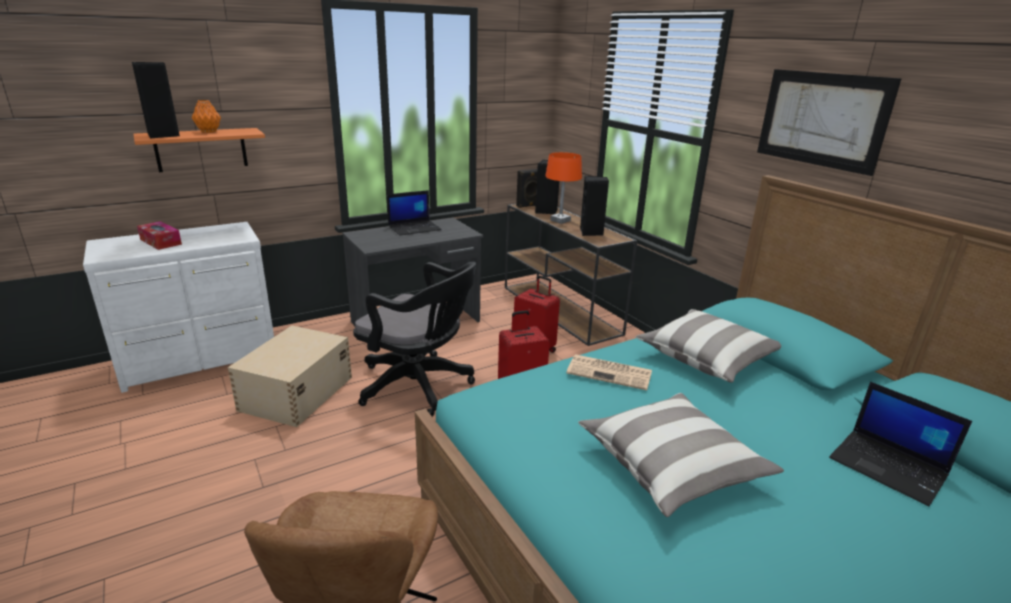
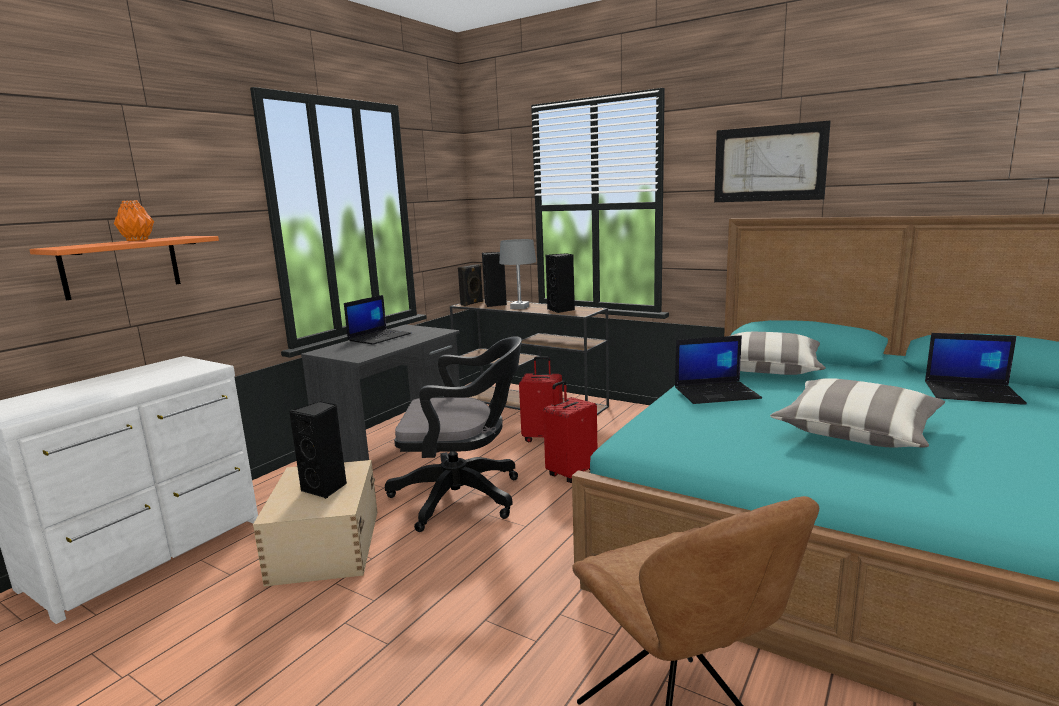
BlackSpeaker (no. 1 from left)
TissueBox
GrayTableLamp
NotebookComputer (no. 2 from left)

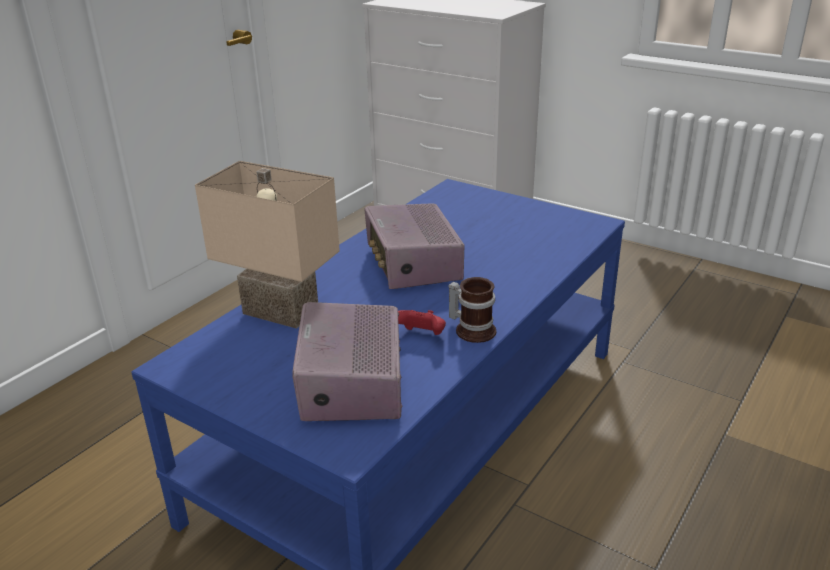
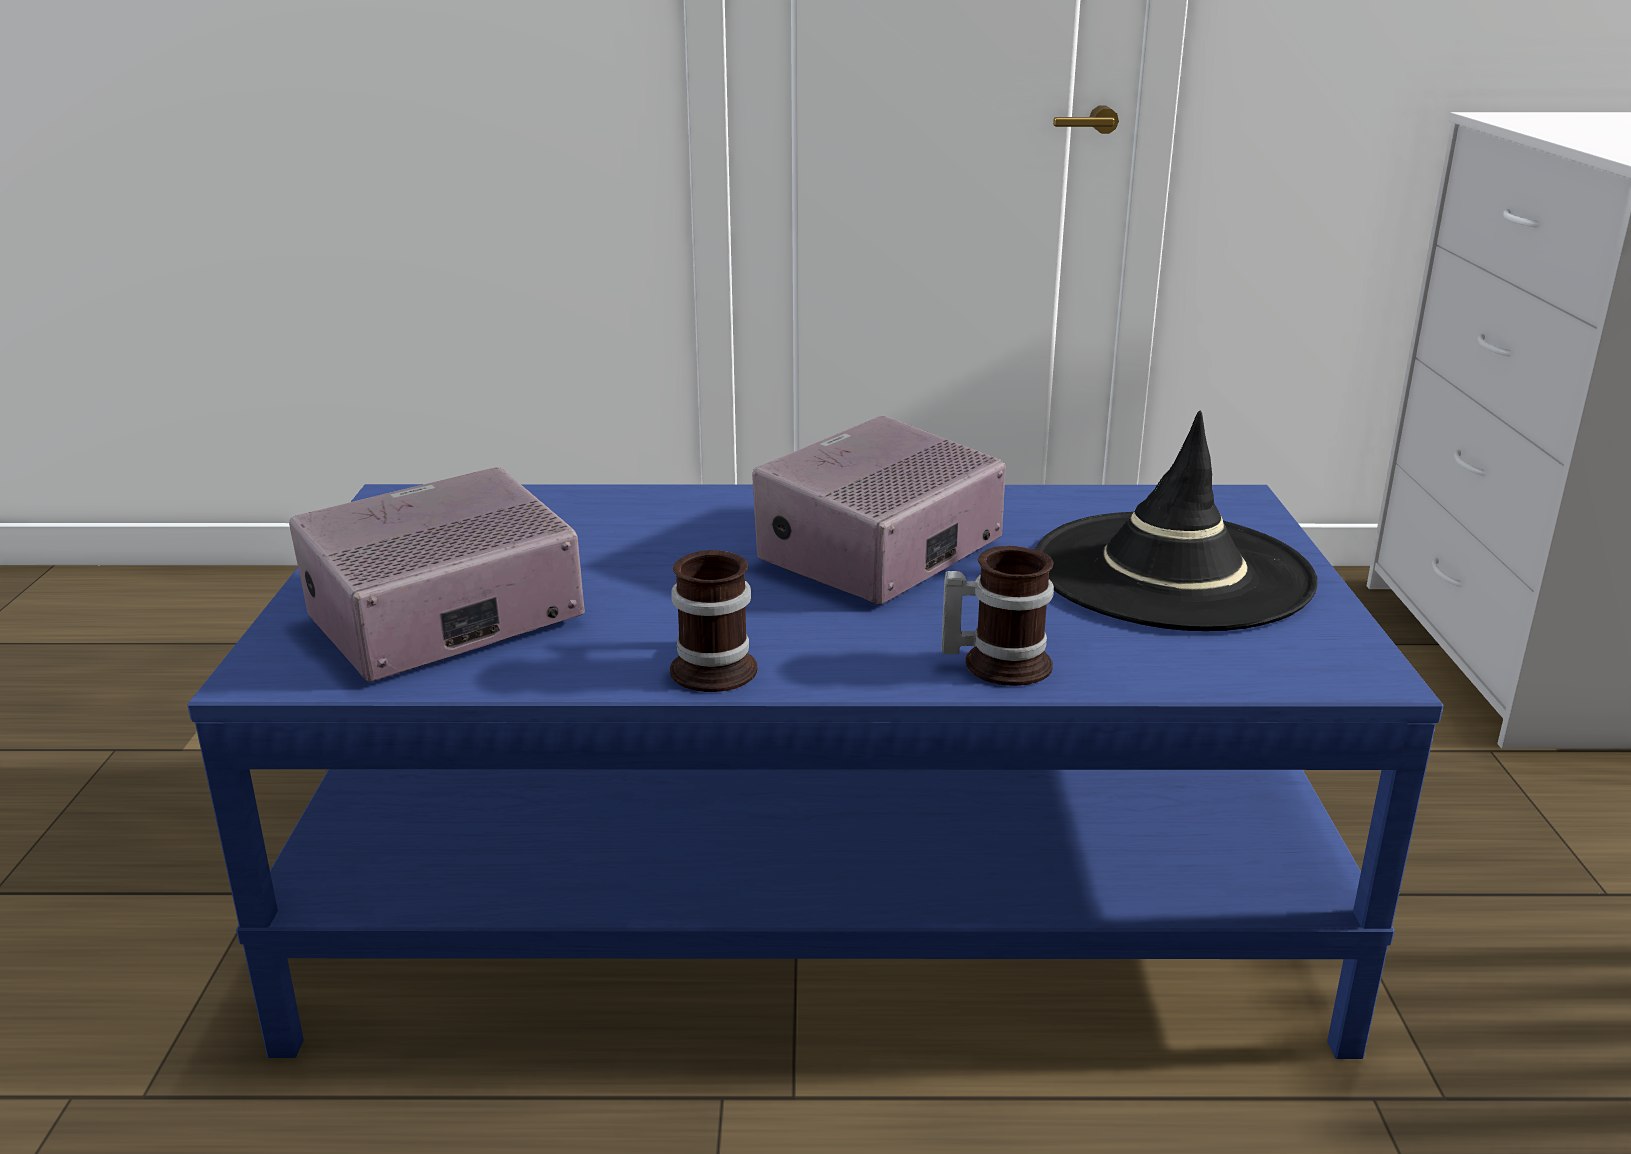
BeigeColouredTableLamp
ReddishGameController
Mug (no. 2 from left)
BlackWearableHat

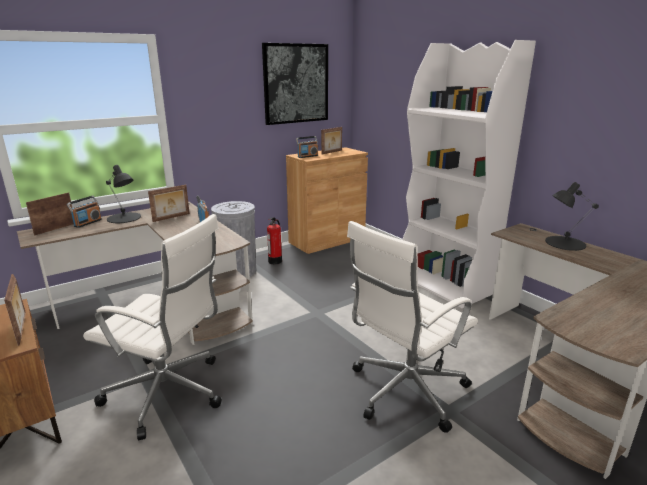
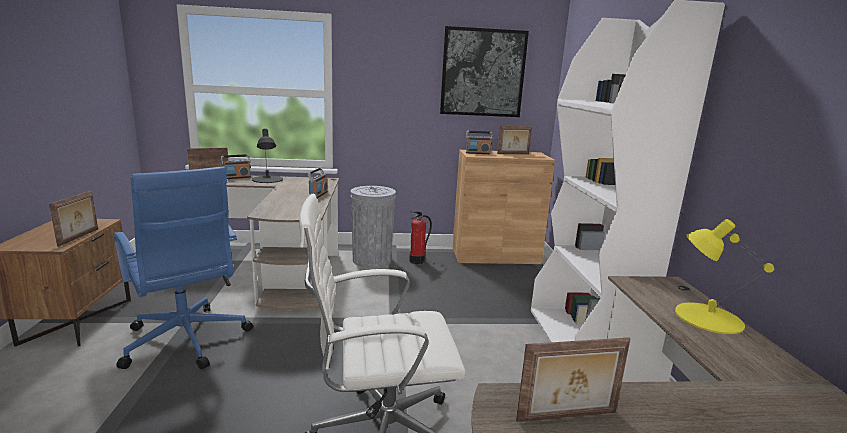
BluishOfficeChair
StandingFrame (no. 4 from left)
YellowColouredTableLamp

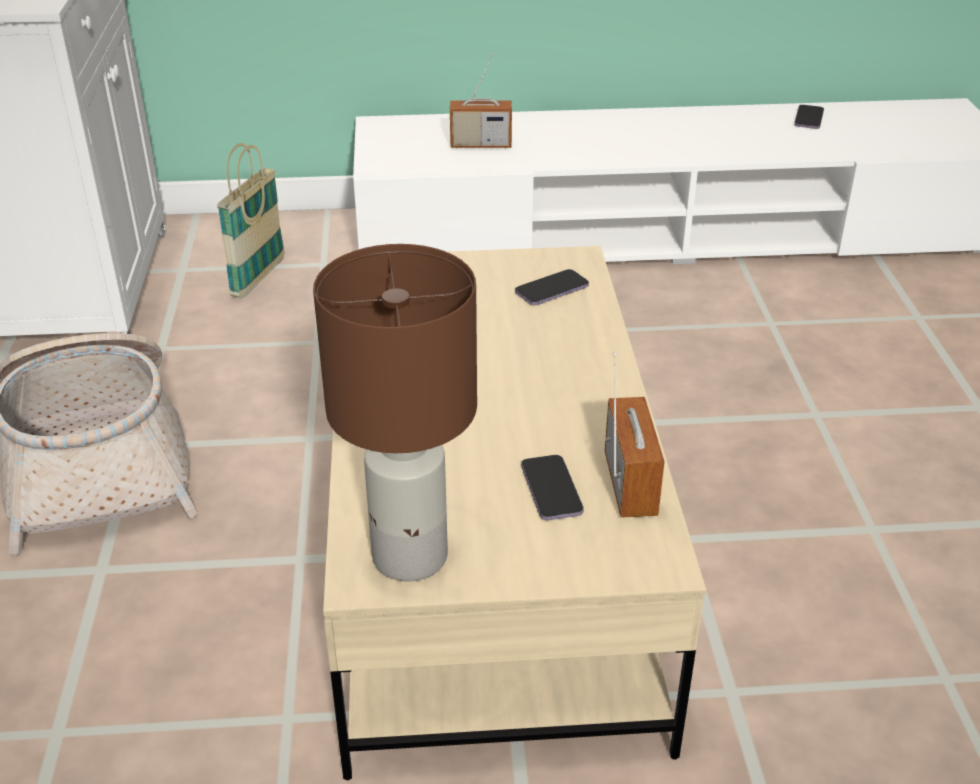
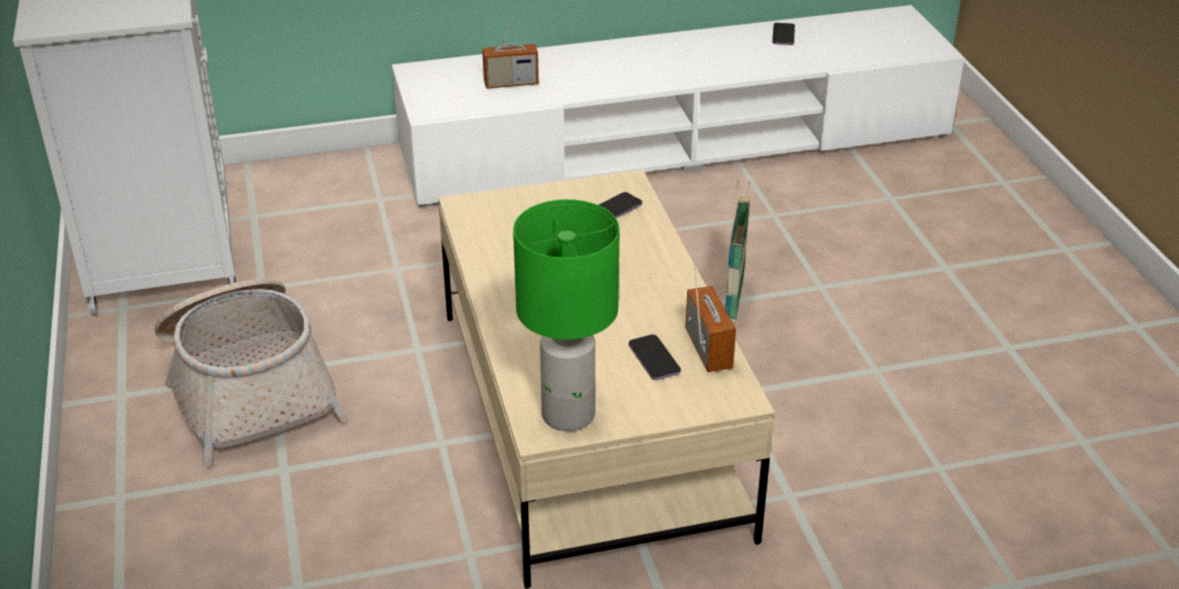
StorageBasket (no. 2 from left)
GreenColouredTableLamp

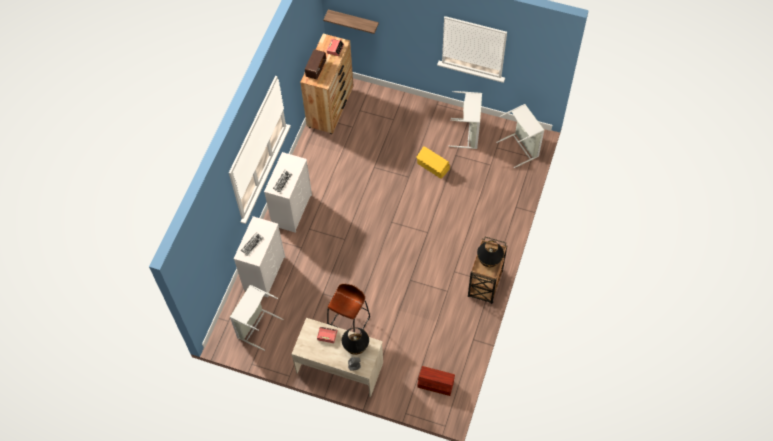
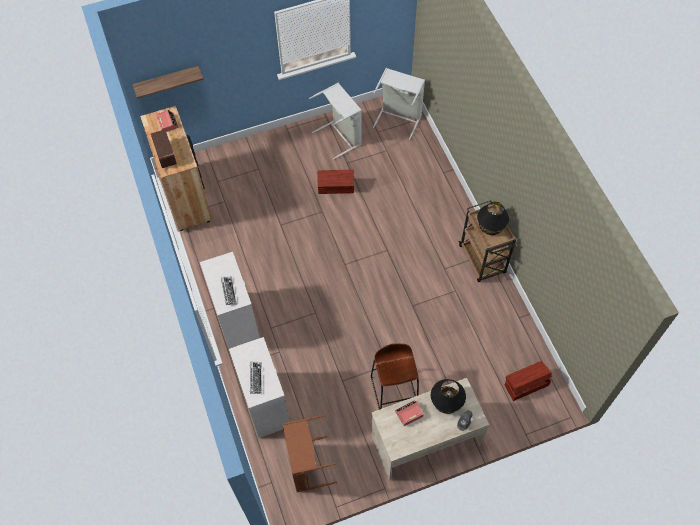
BrownishWashingBasket
BrownishStorageBox (no. 1 from left)

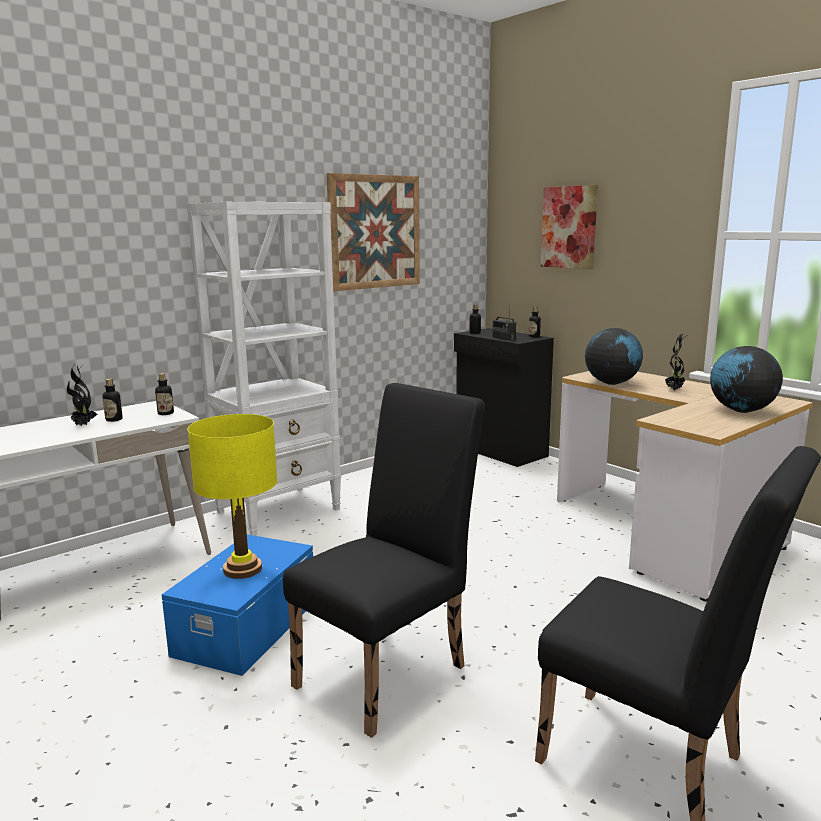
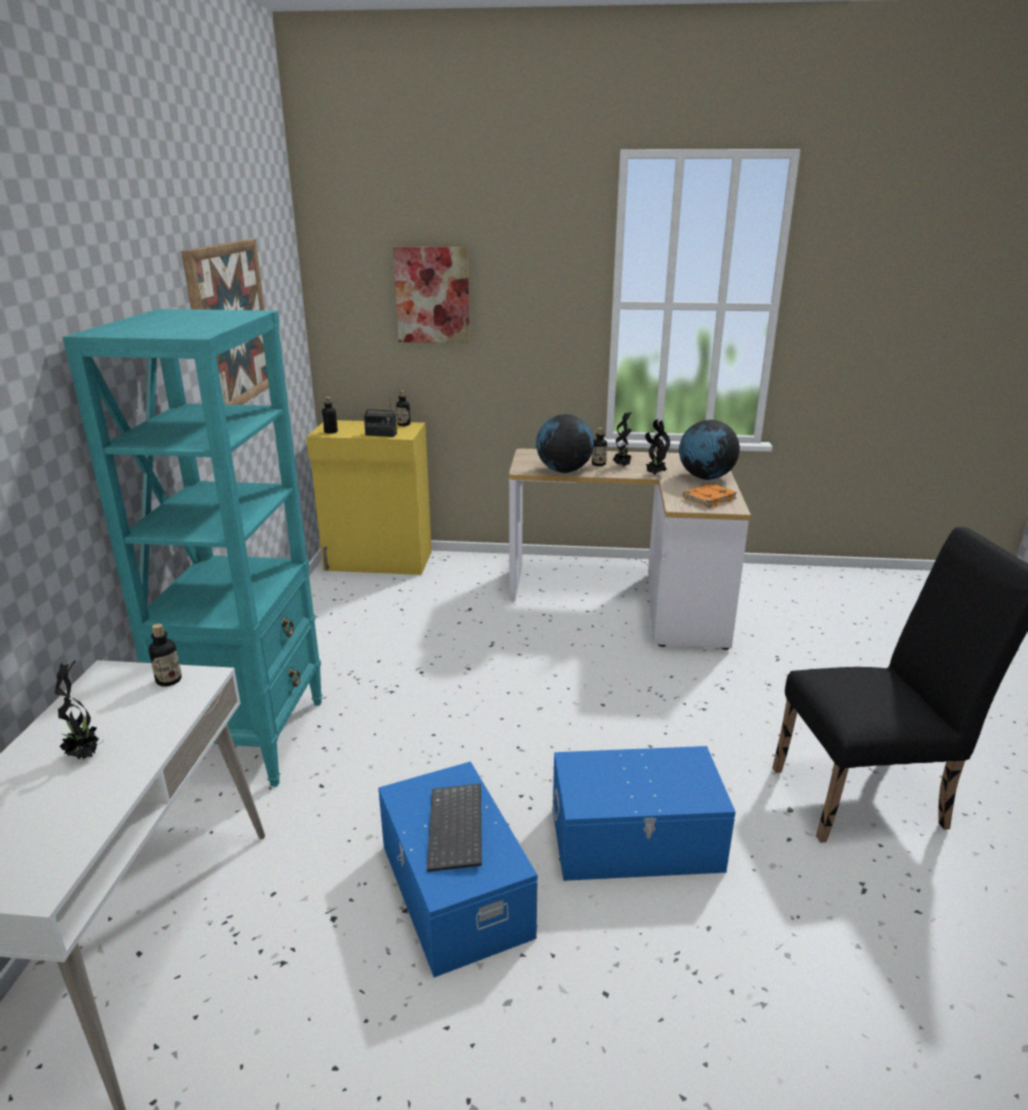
DrinkBottle (no. 4 from left)
BlueGreenBookcase
Keyboard
BluishStorageBox (no. 2 from left)
YellowColouredStorageCabinet
PlantInAPot (no. 3 from left)
OrangeyVolume

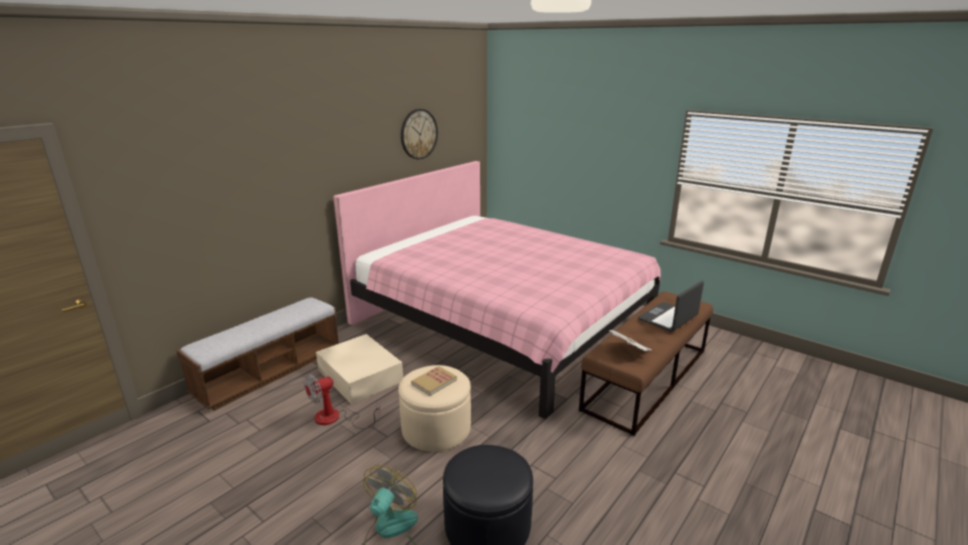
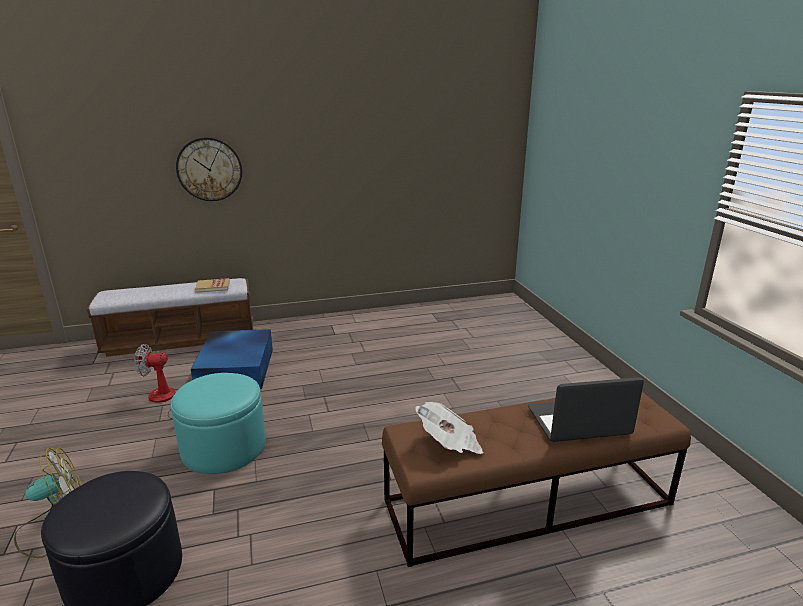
BluishStorageBox
PinkColouredSleepingBed
BlueGreenFootrest
WallClock
Volume

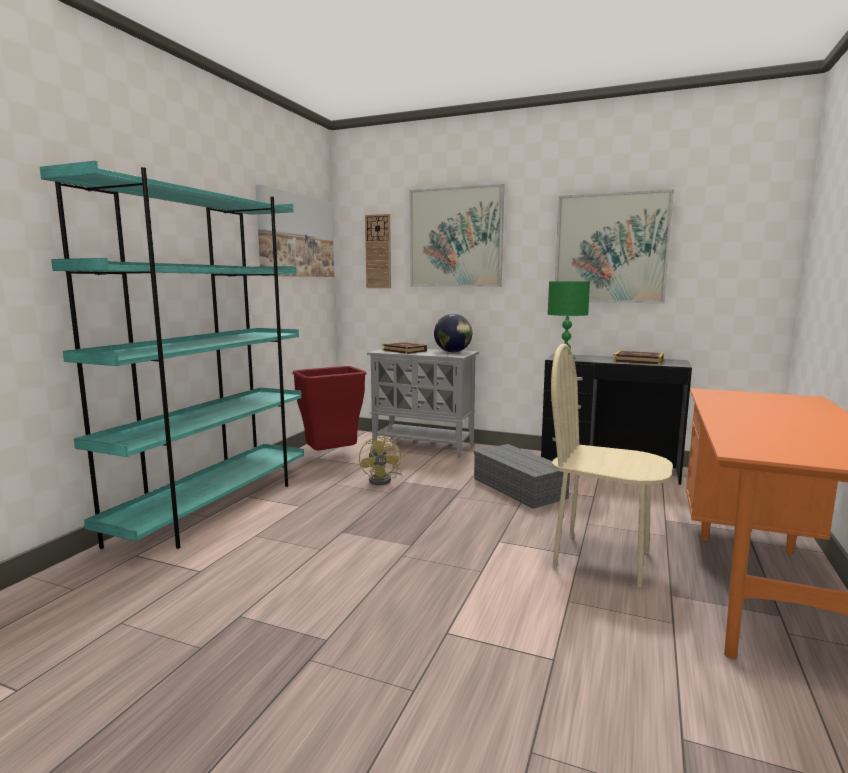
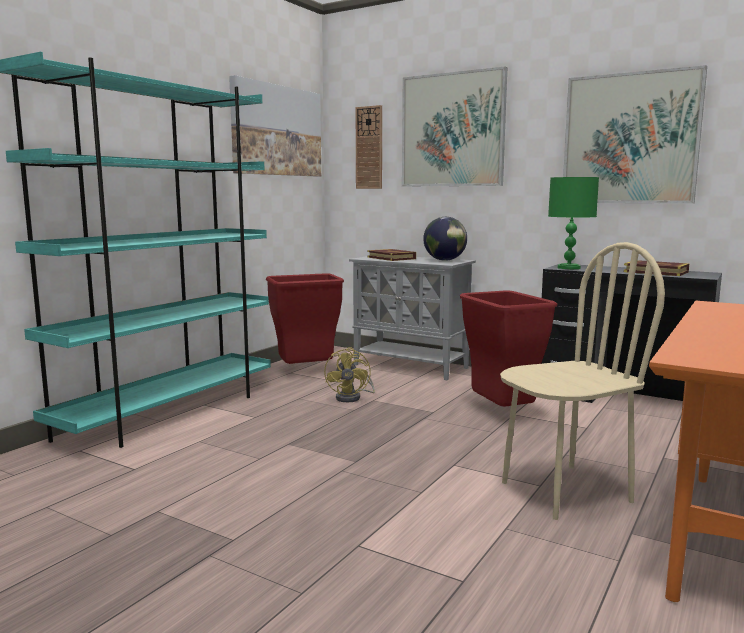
ReddishTrashCan (no. 2 from left)
BeigeColouredUprightChair

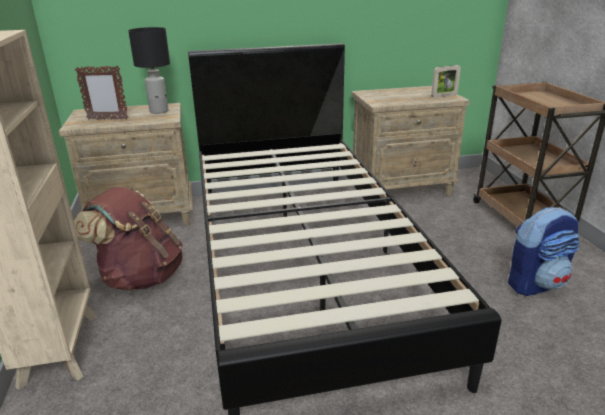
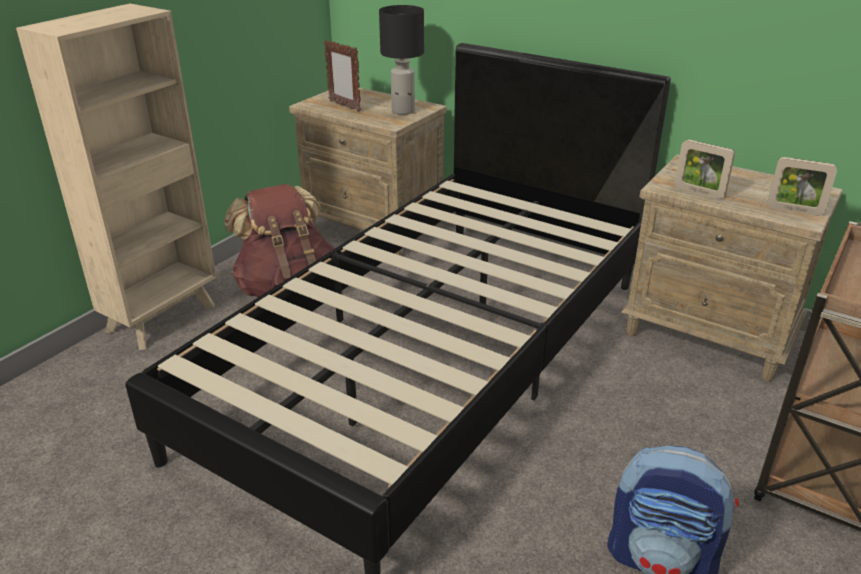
StandingFrame (no. 2 from left)

